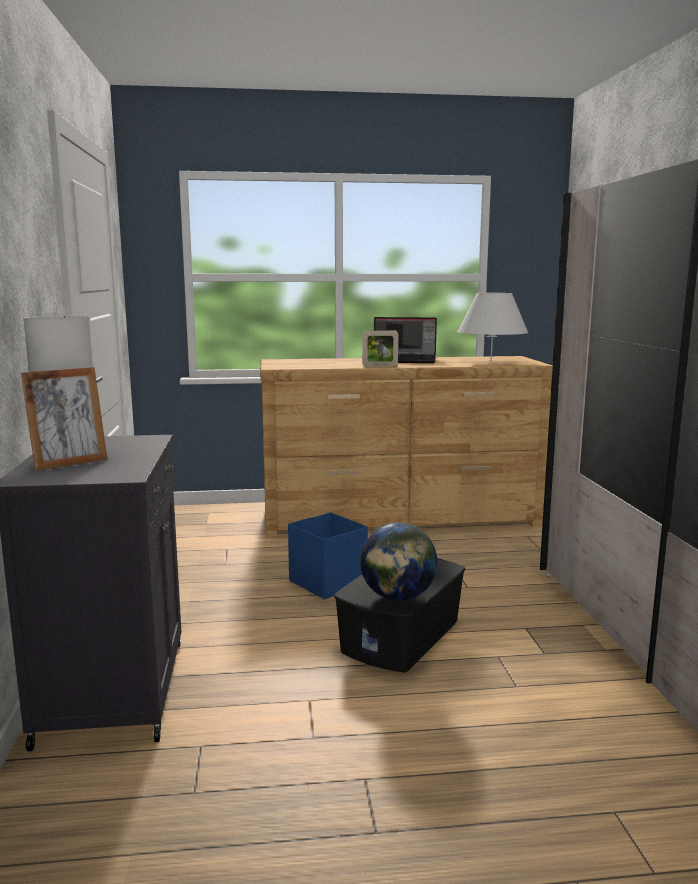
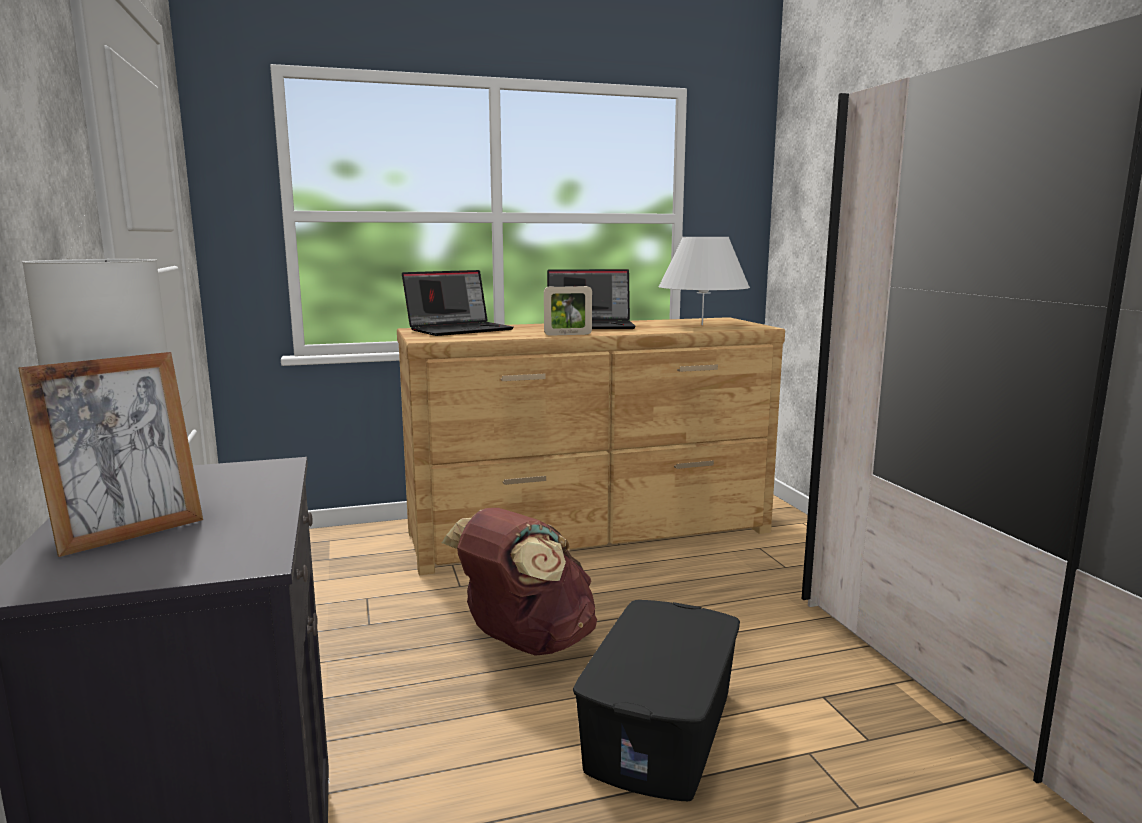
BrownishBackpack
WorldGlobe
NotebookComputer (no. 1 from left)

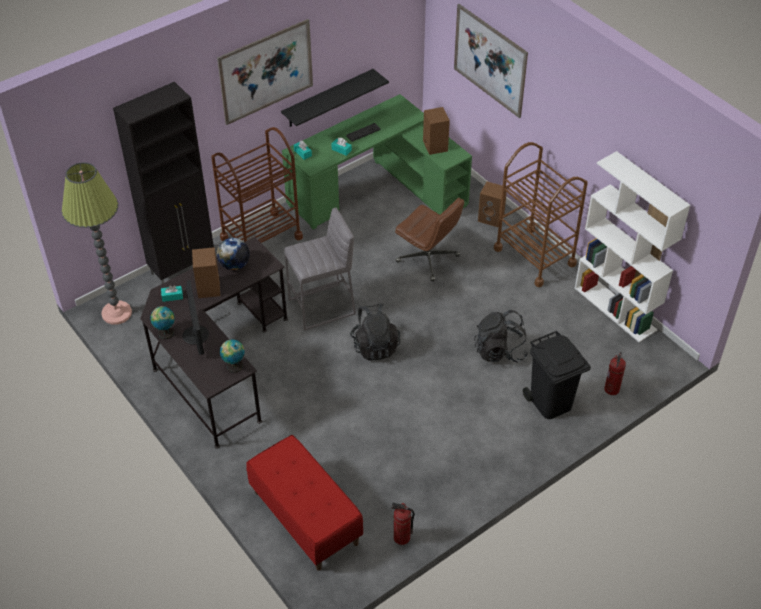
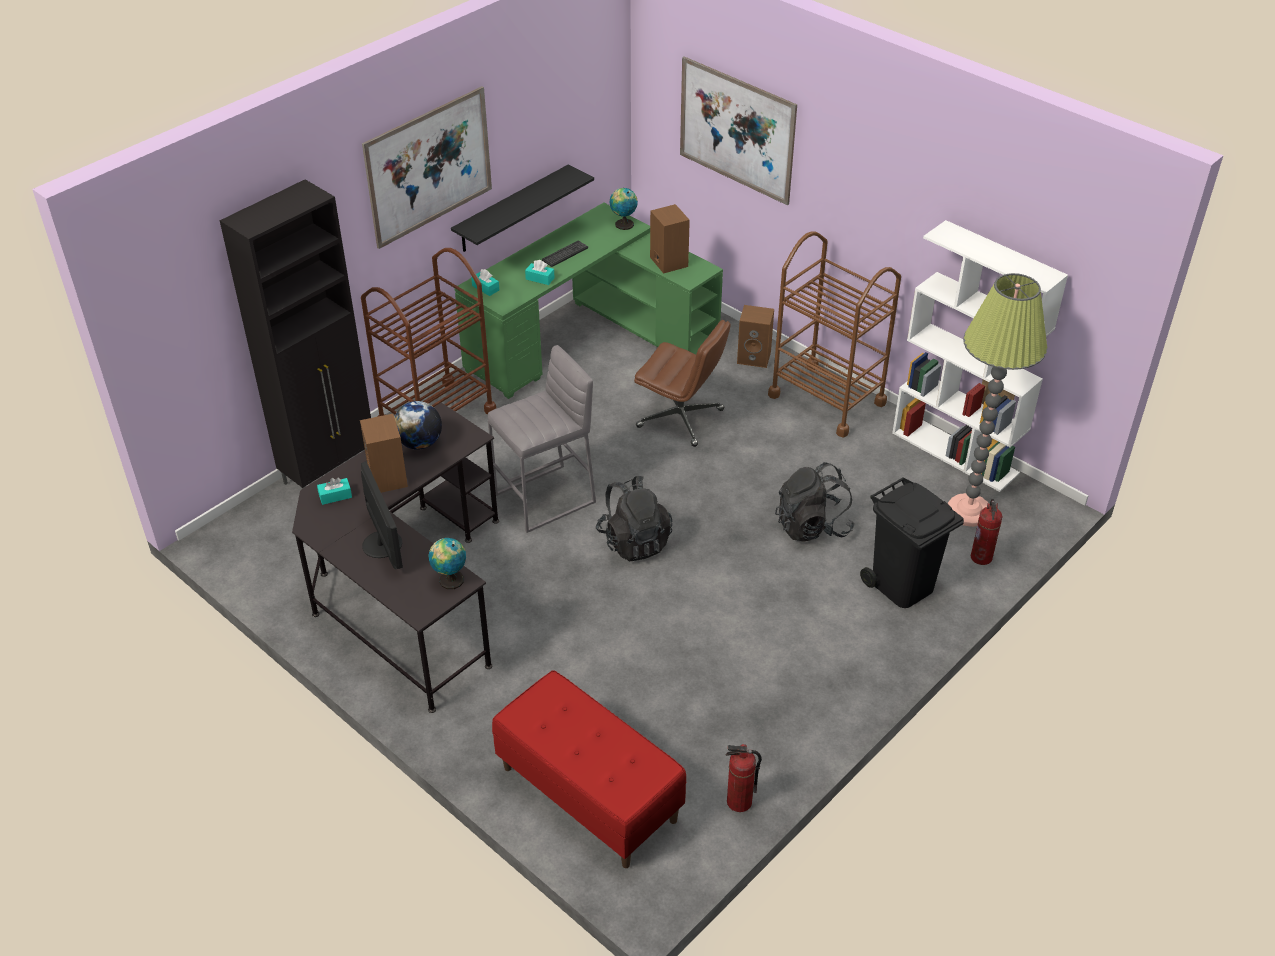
FloorLamp
WorldGlobe (no. 3 from left)

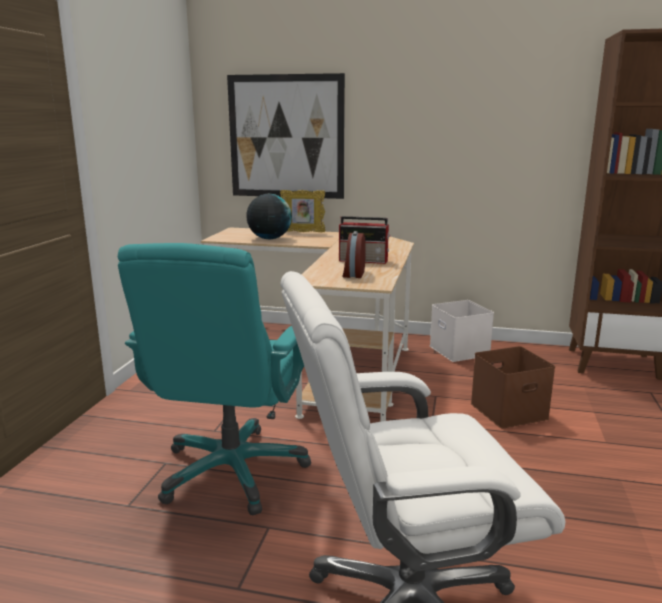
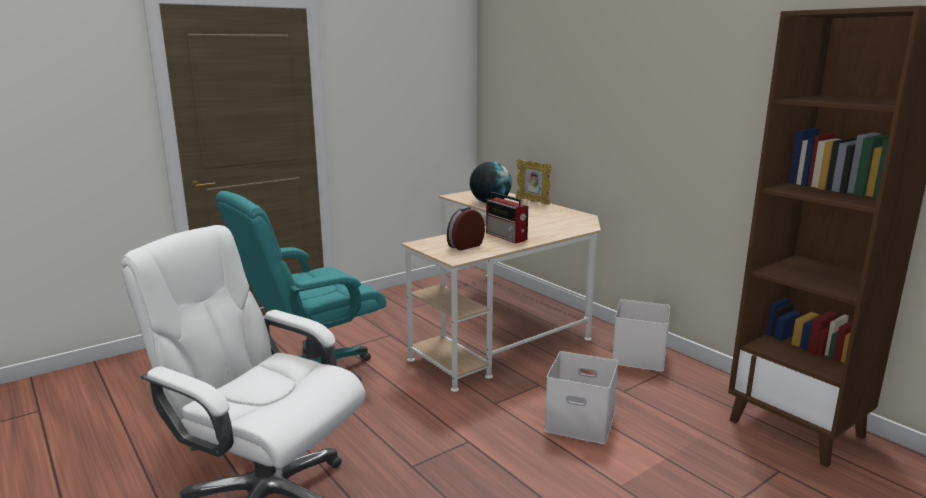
WallArt
WhitishStorageBox (no. 1 from left)

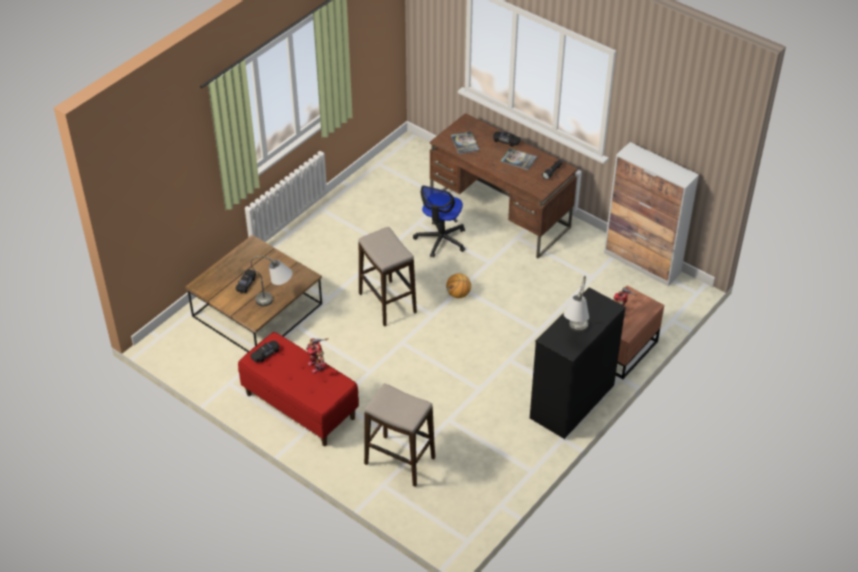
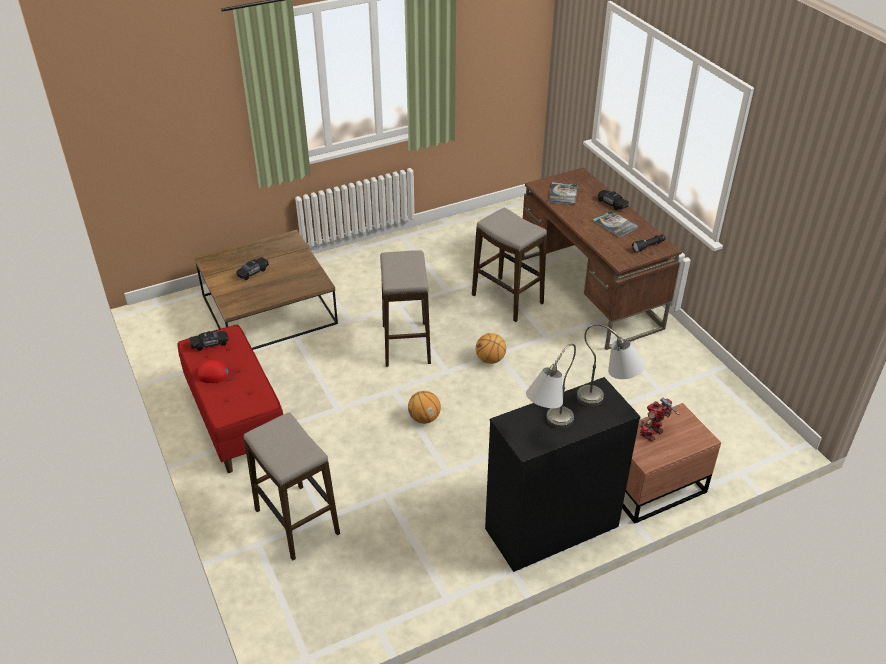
GrayTableLamp (no. 2 from left)
RobotFigure (no. 1 from left in the first image)
StoolSeat (no. 3 from left)
StorageCabinet
ReddishBaseballCap
BasketballBall (no. 1 from left)

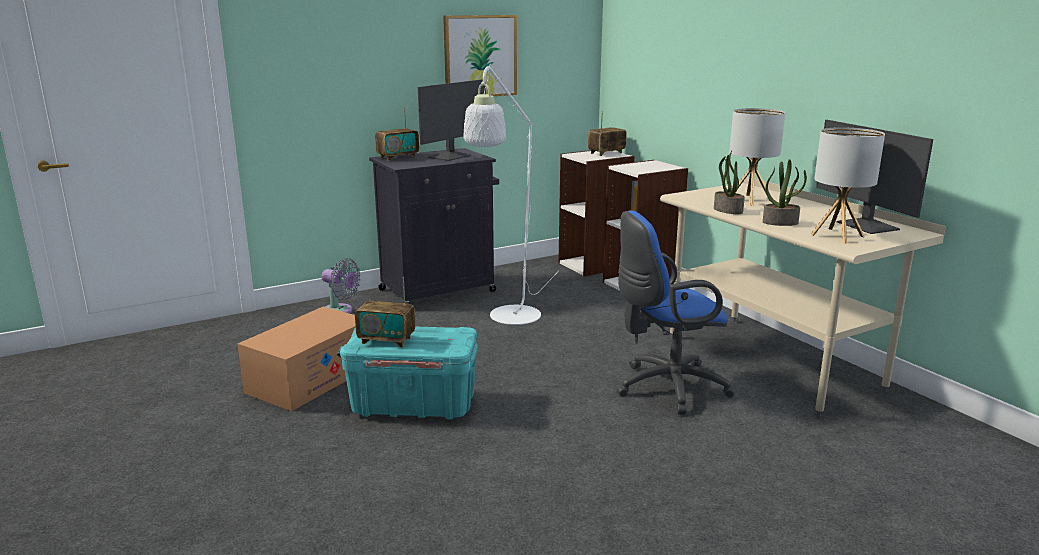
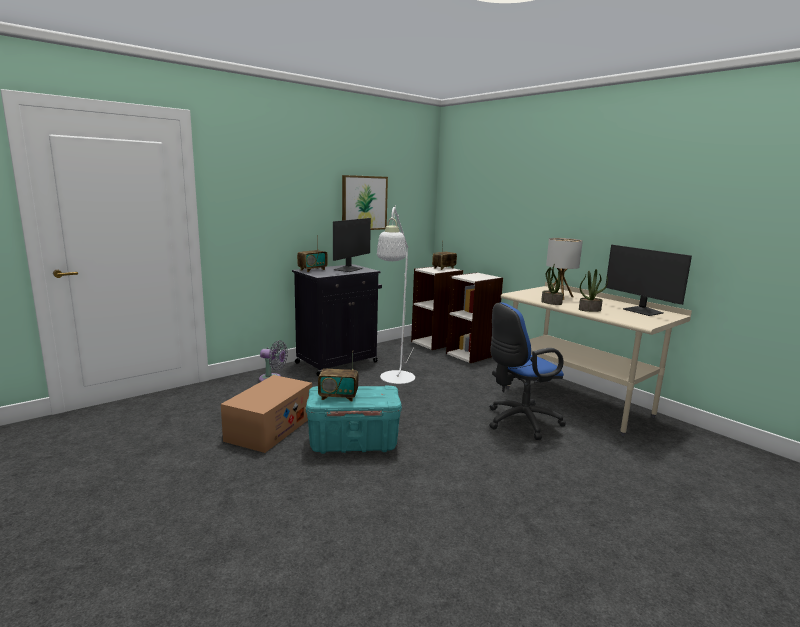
TableLamp (no. 2 from left in the first image)

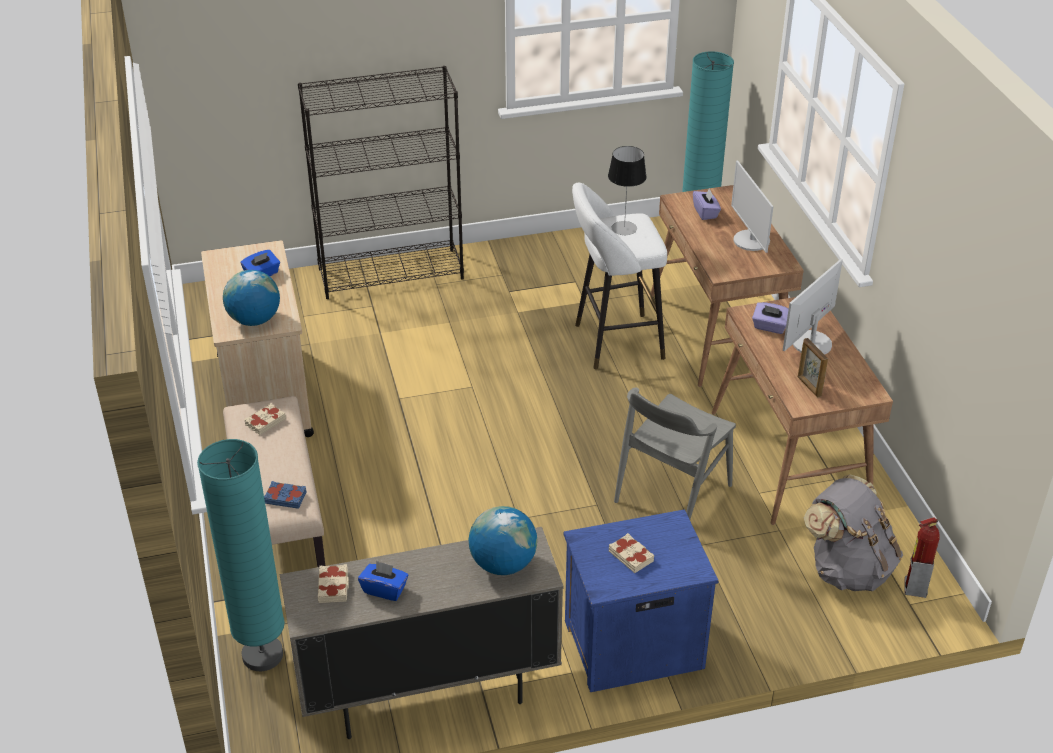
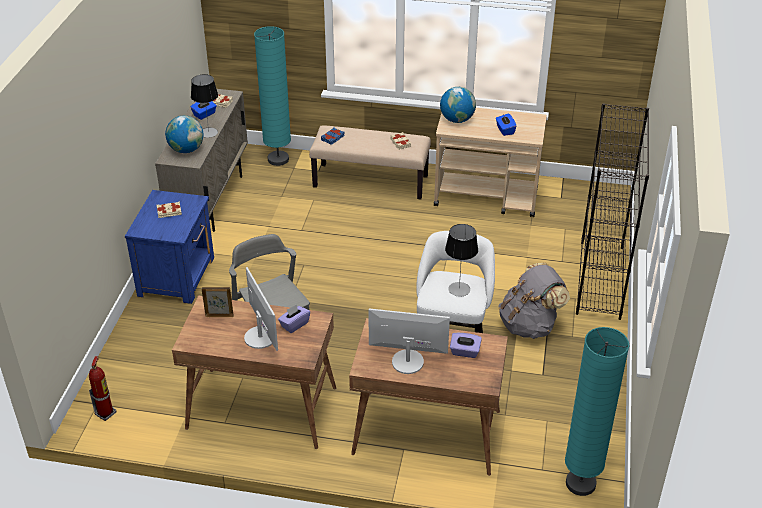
GrayBackpack
TableLamp (no. 1 from left)

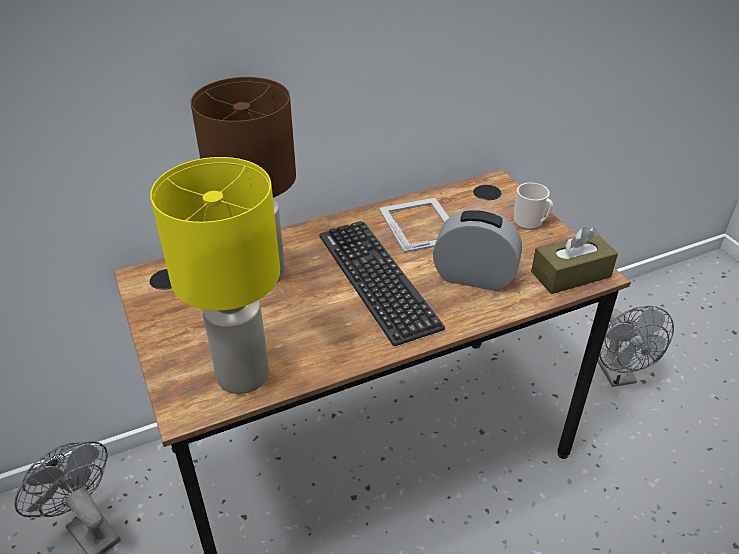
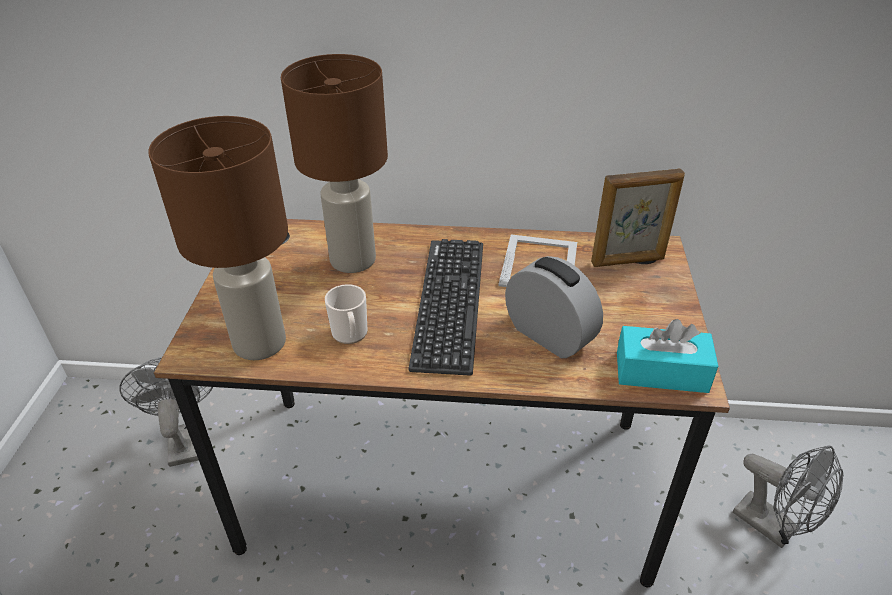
BrownishTableLamp (no. 1 from left)
Mug
BlueGreenTissueBox
GrayCoolingFan (no. 2 from left)
StandingFrame (no. 2 from left)

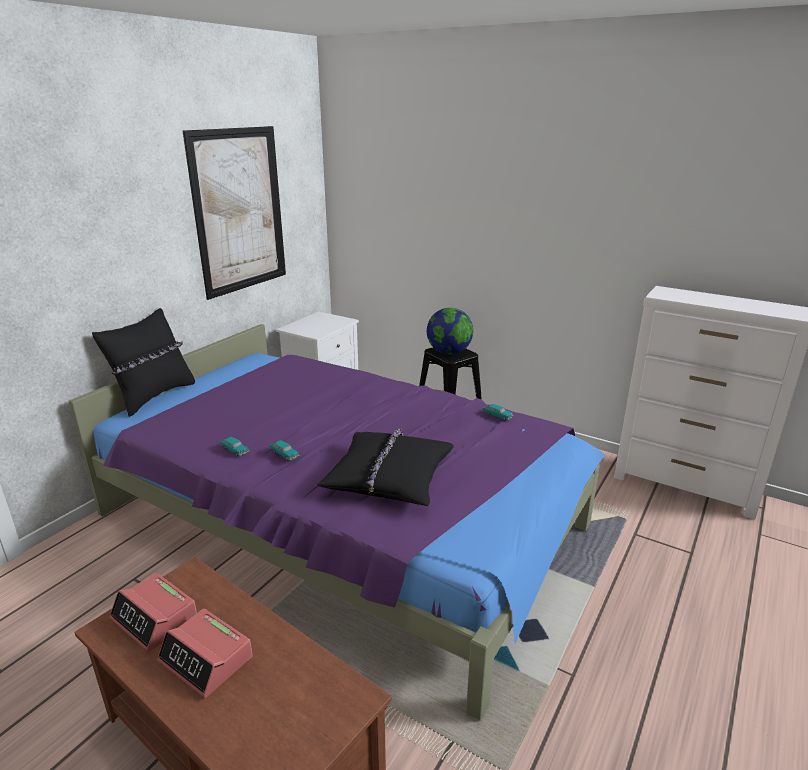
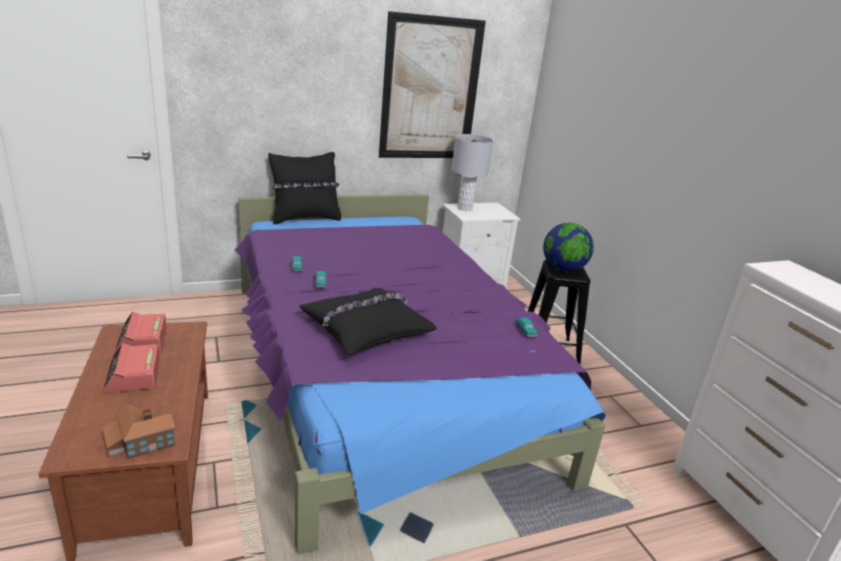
ModelHouse
GrayTableLamp

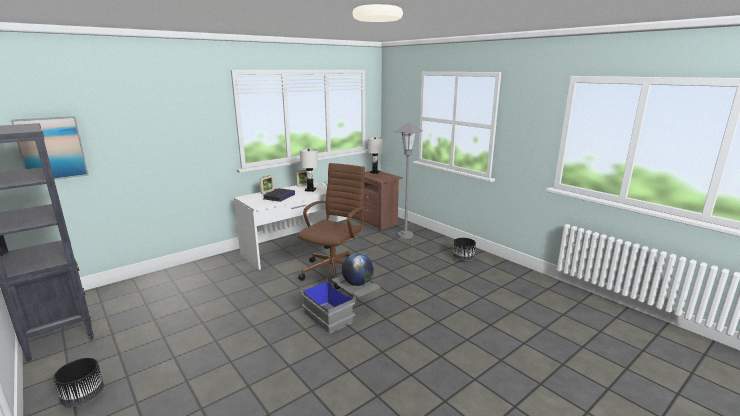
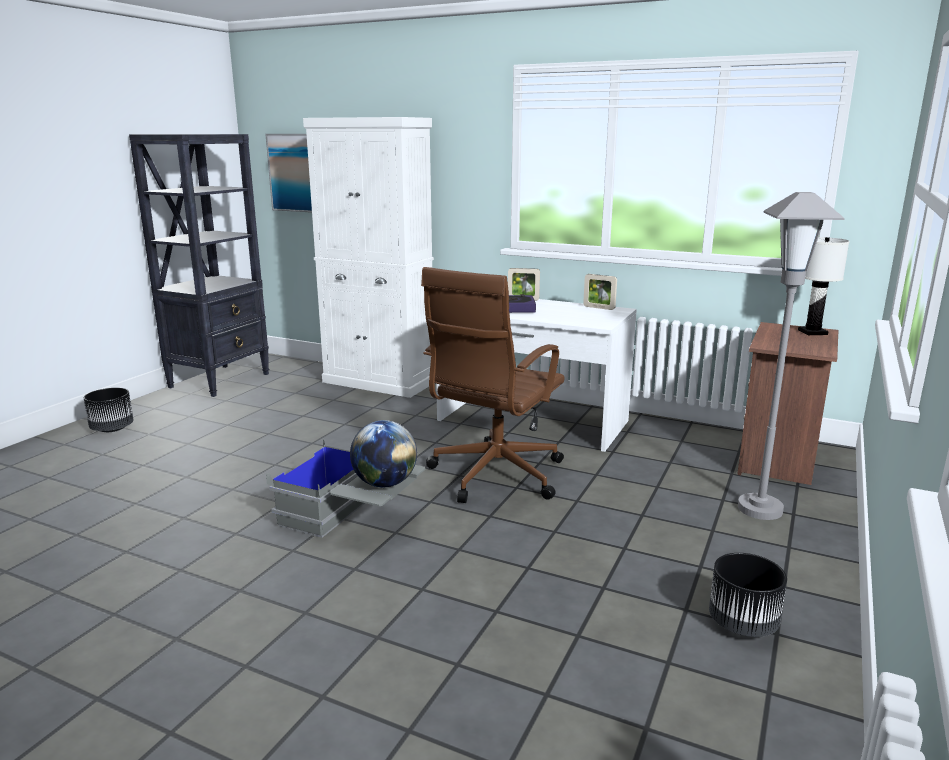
BrownishOfficeChair
WhitishTableLamp (no. 1 from left in the first image)
WhitishStorageCabinet

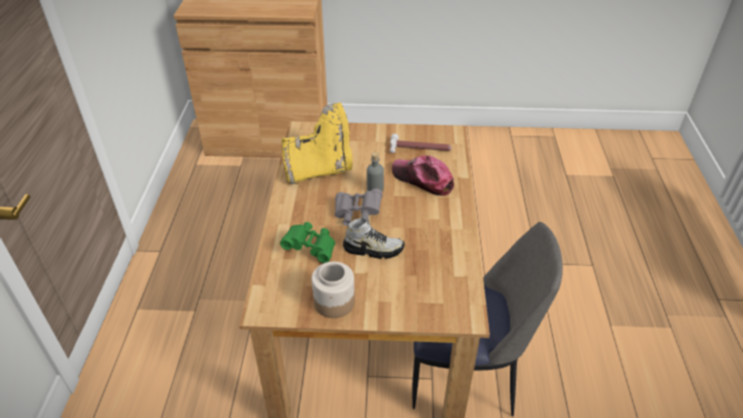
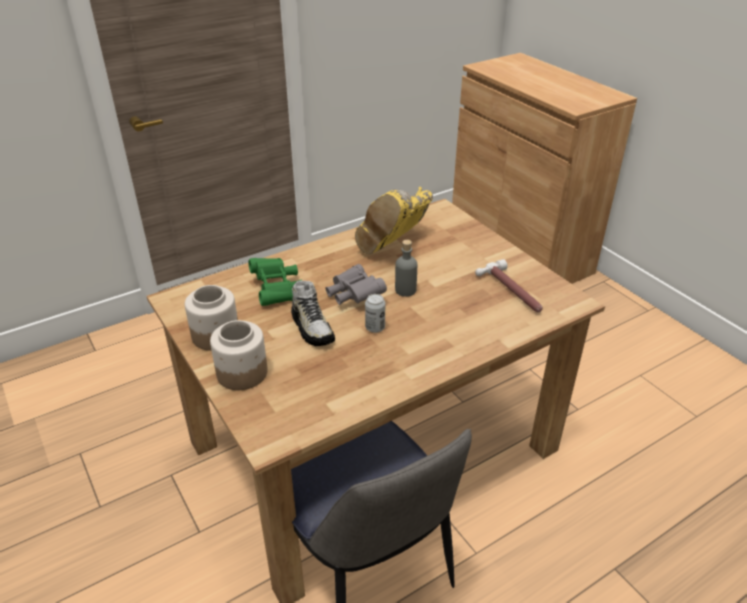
YellowColouredBoot
BaseballCap
Jar (no. 2 from left)
SealedCan

